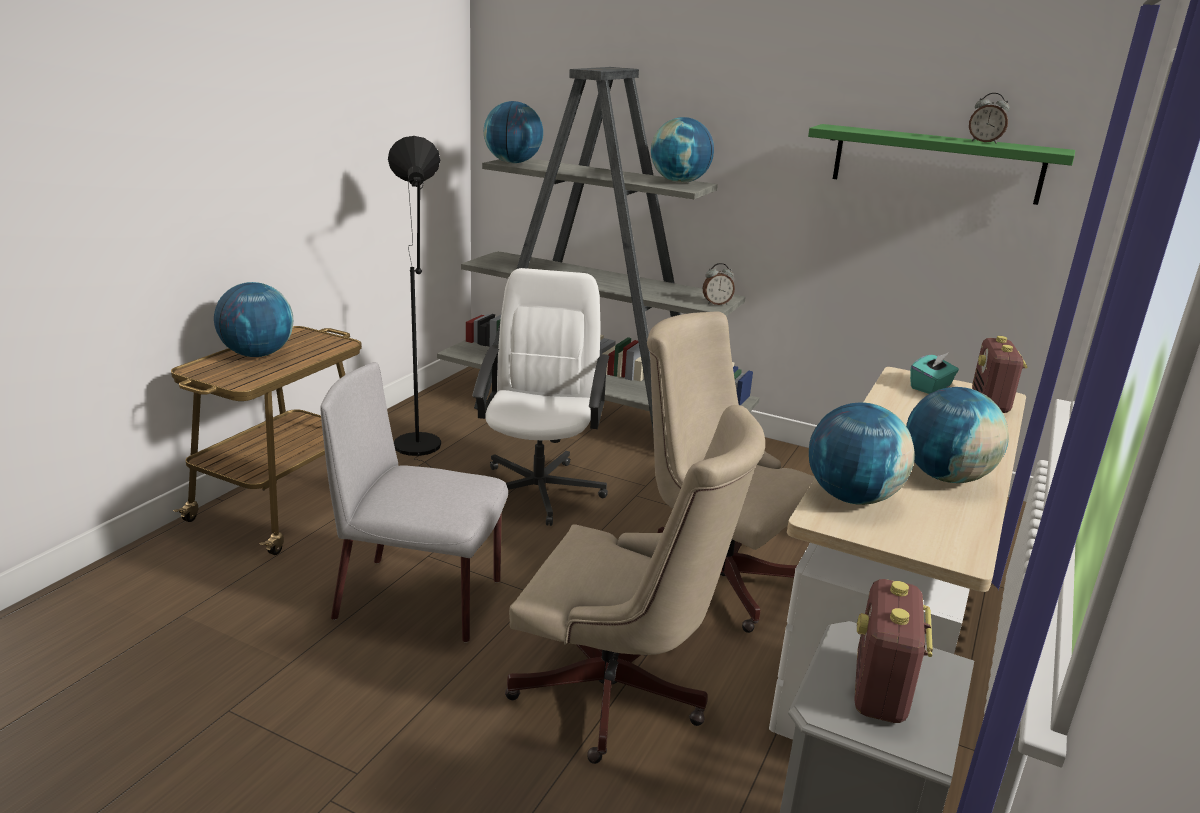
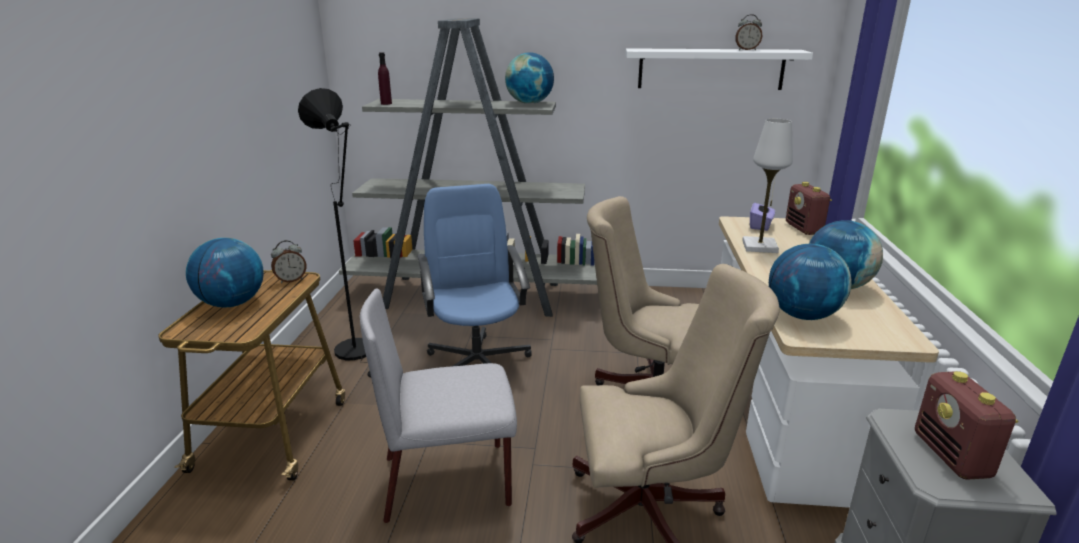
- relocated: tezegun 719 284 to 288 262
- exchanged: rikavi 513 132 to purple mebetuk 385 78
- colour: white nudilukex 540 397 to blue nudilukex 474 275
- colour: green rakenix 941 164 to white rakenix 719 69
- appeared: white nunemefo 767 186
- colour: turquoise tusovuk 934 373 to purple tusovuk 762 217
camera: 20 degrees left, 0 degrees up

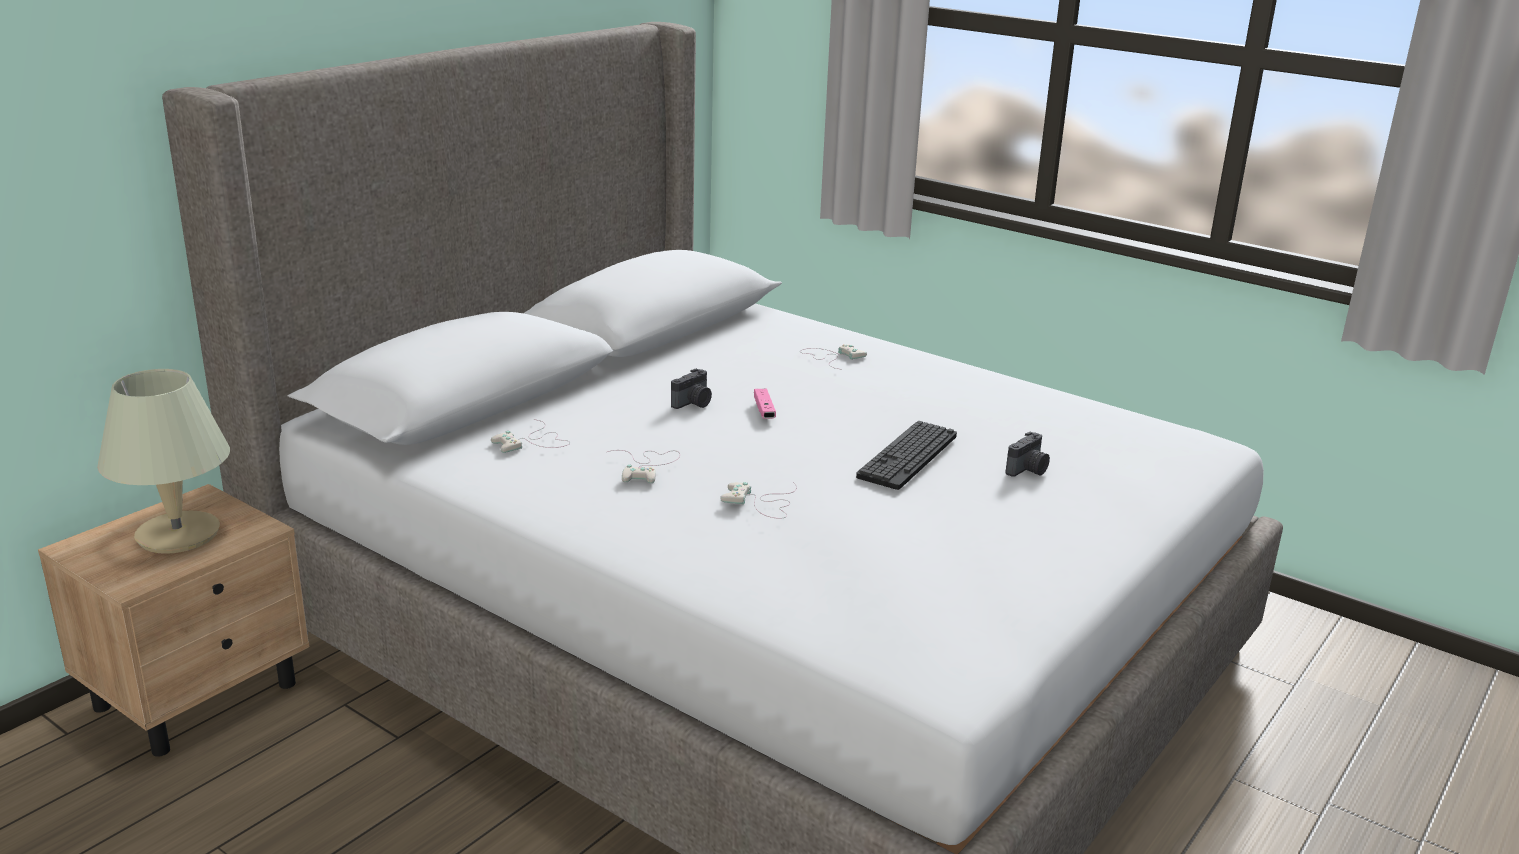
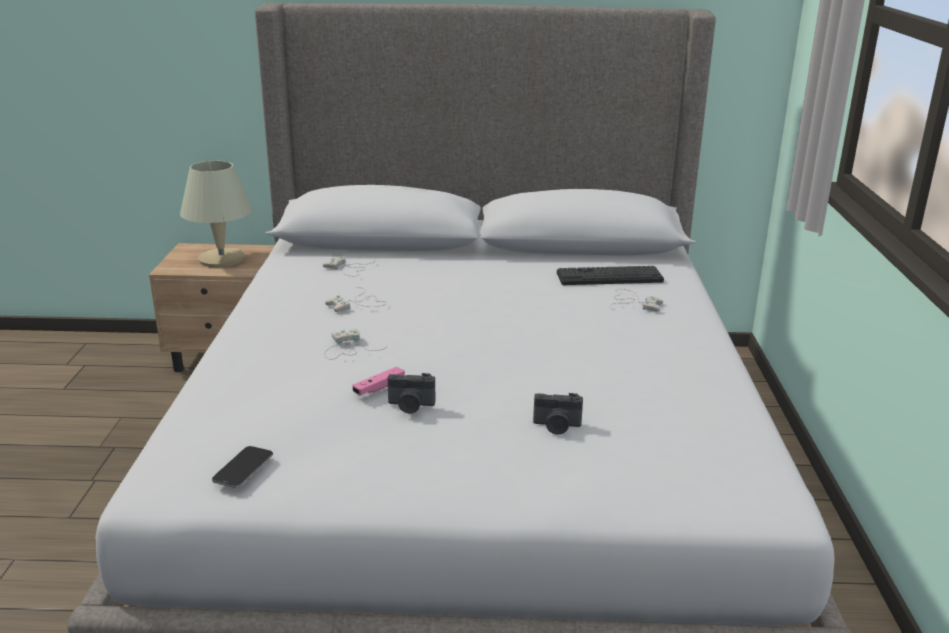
- appeared: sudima 242 467
- relocated: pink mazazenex 765 404 to 378 381
- relocated: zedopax 691 388 to 411 393
- relocated: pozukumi 906 455 to 610 275
camera: 55 degrees right, 0 degrees up

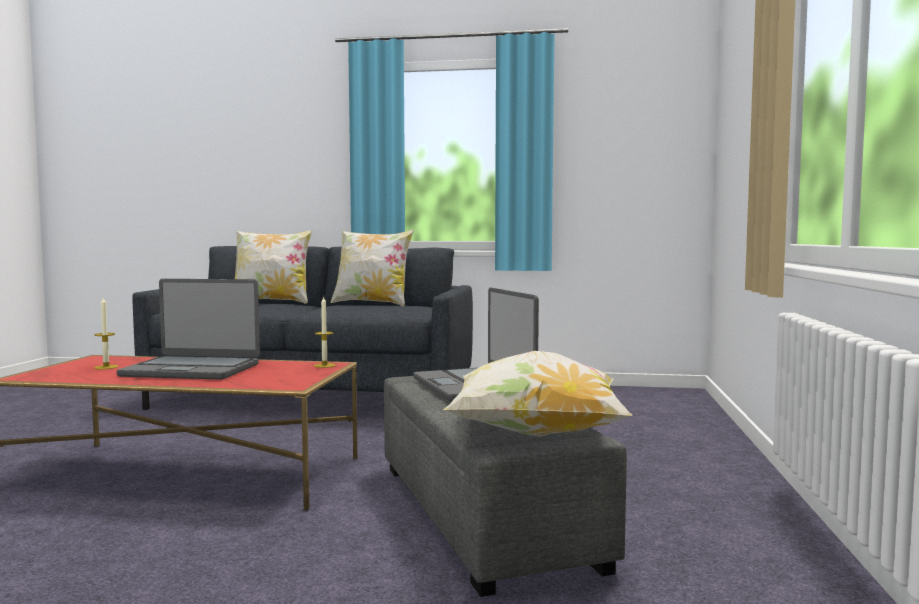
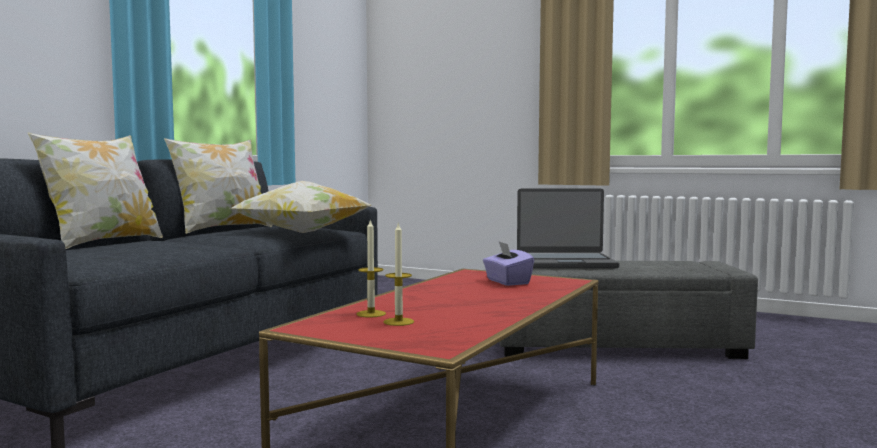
- relocated: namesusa 537 394 to 301 207
- relocated: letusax 325 332 to 371 268
- appeared: purple tusovuk 508 264
- missing: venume 188 329
camera: 70 degrees left, 0 degrees up

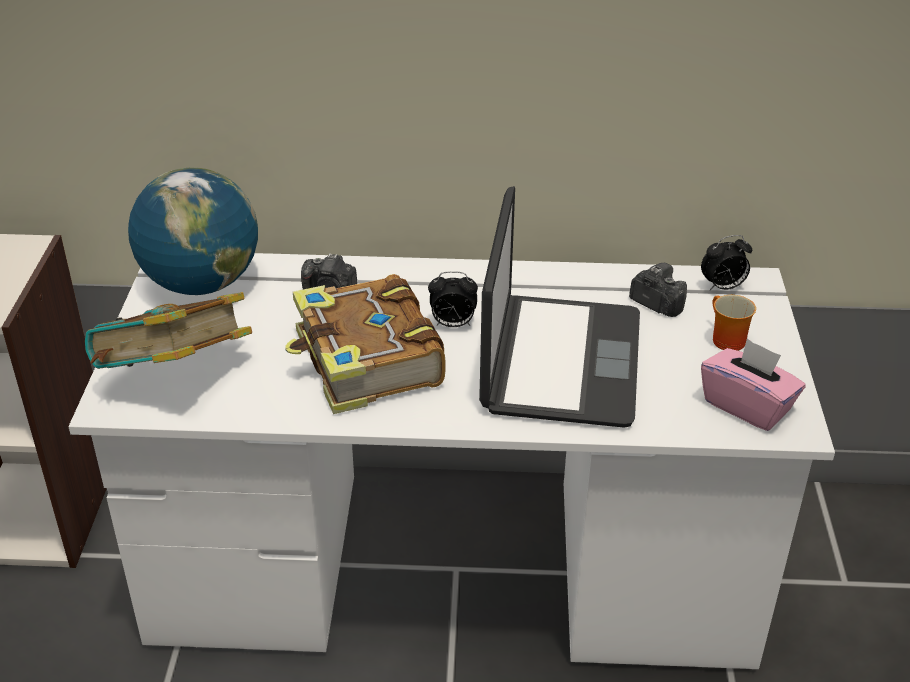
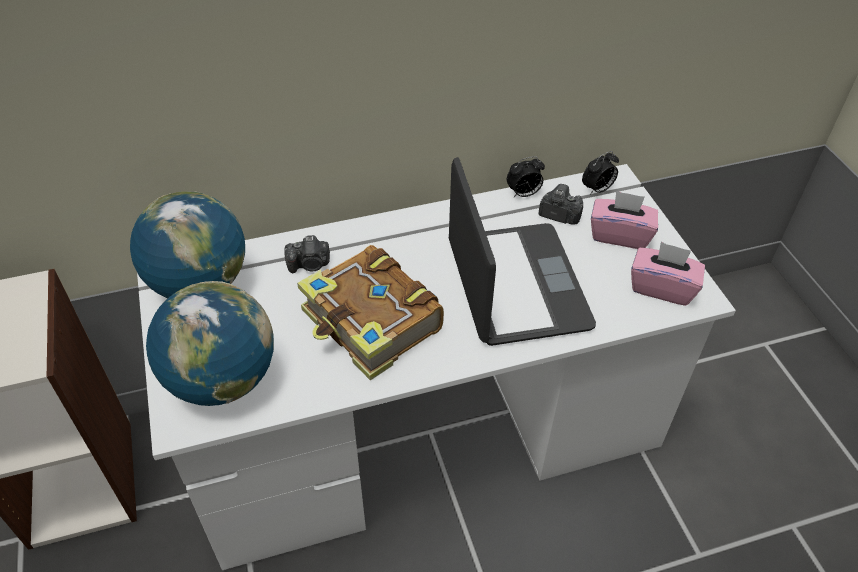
- exchanged: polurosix 168 330 to rikavi 210 343
- relocated: tezegun 453 299 to 526 177
- exchanged: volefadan 734 323 to pink tusovuk 624 219
camera: 20 degrees left, 10 degrees up

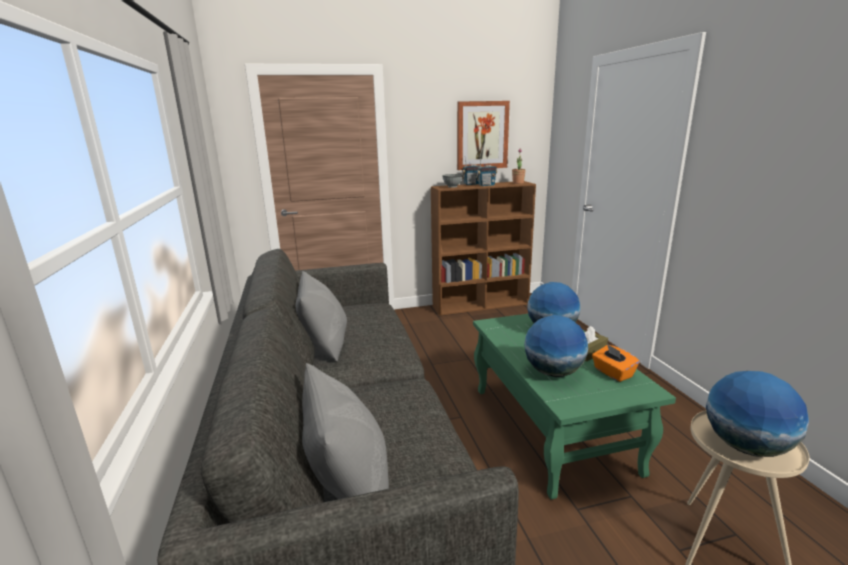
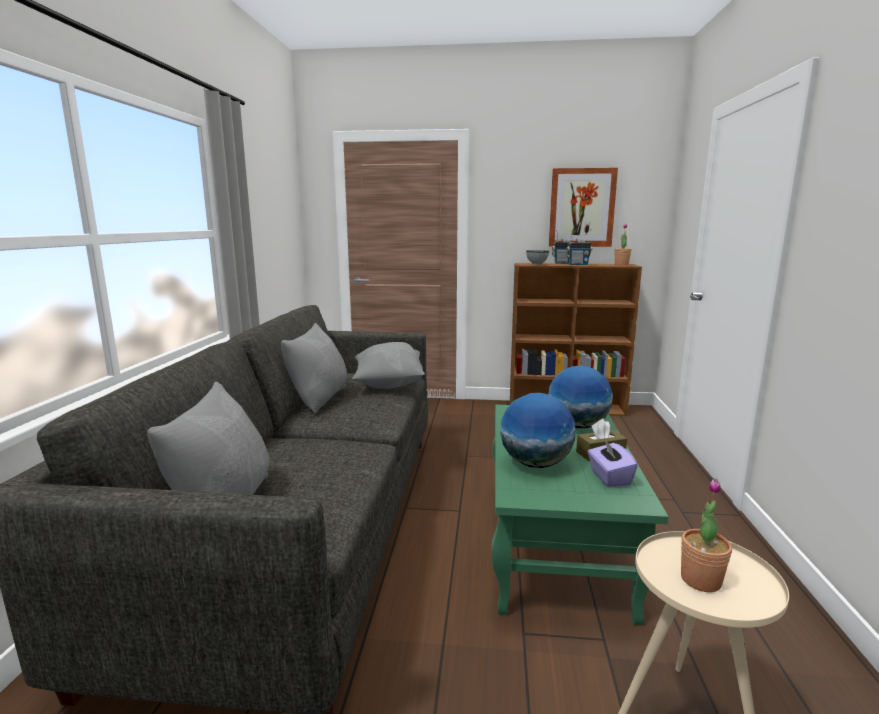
- appeared: grey namesusa 388 365
- colour: orange tusovuk 615 363 to purple tusovuk 613 463
- exchanged: rikavi 757 414 to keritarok 706 535
camera: 20 degrees right, 5 degrees down

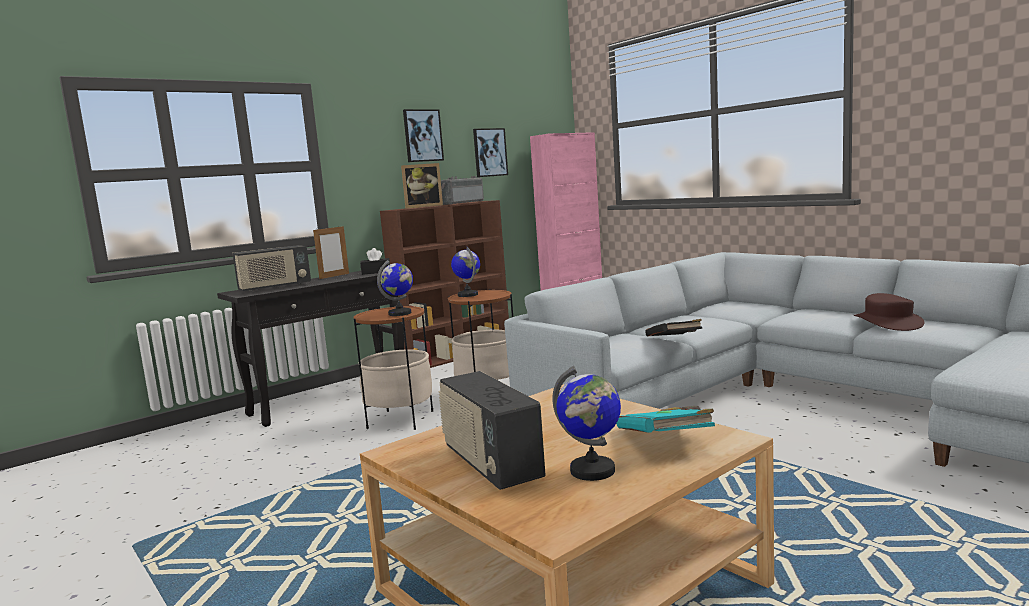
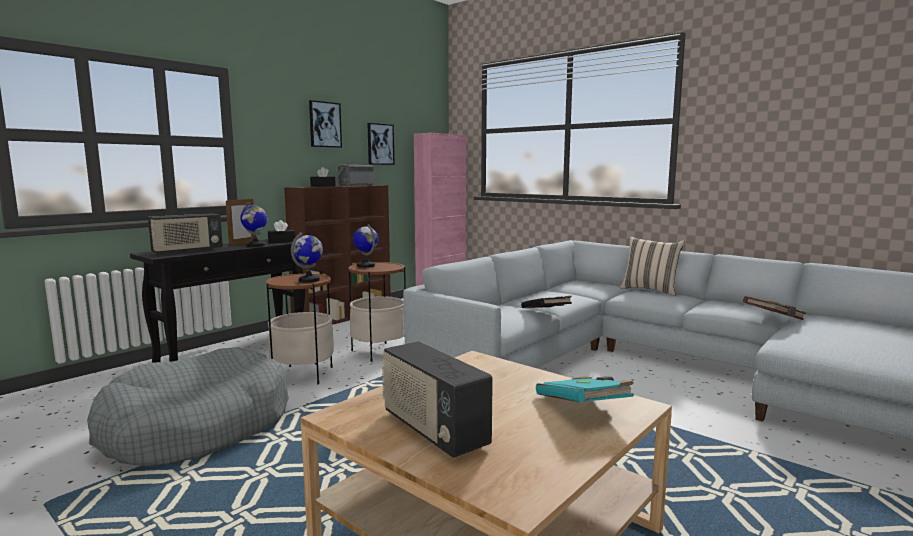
- appeared: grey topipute 188 407
- relocated: rikavi 586 423 to 254 224
- exchanged: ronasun 422 185 to black tusovuk 323 177
- appeared: beige namesusa 652 266
- appeared: brown polurosix 774 308
- missing: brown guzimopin 889 312
camera: 10 degrees left, 0 degrees up

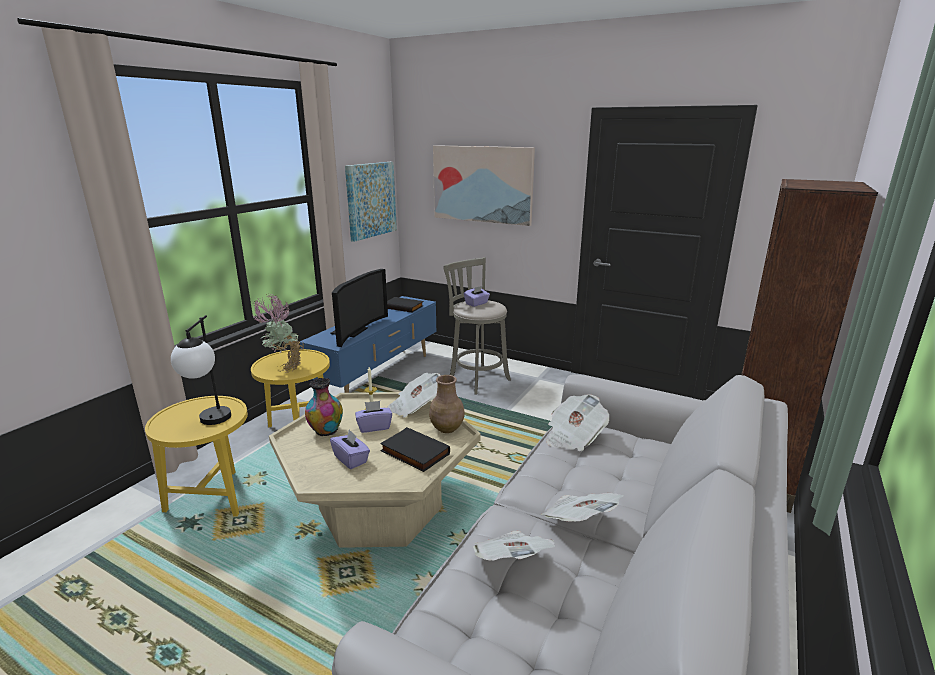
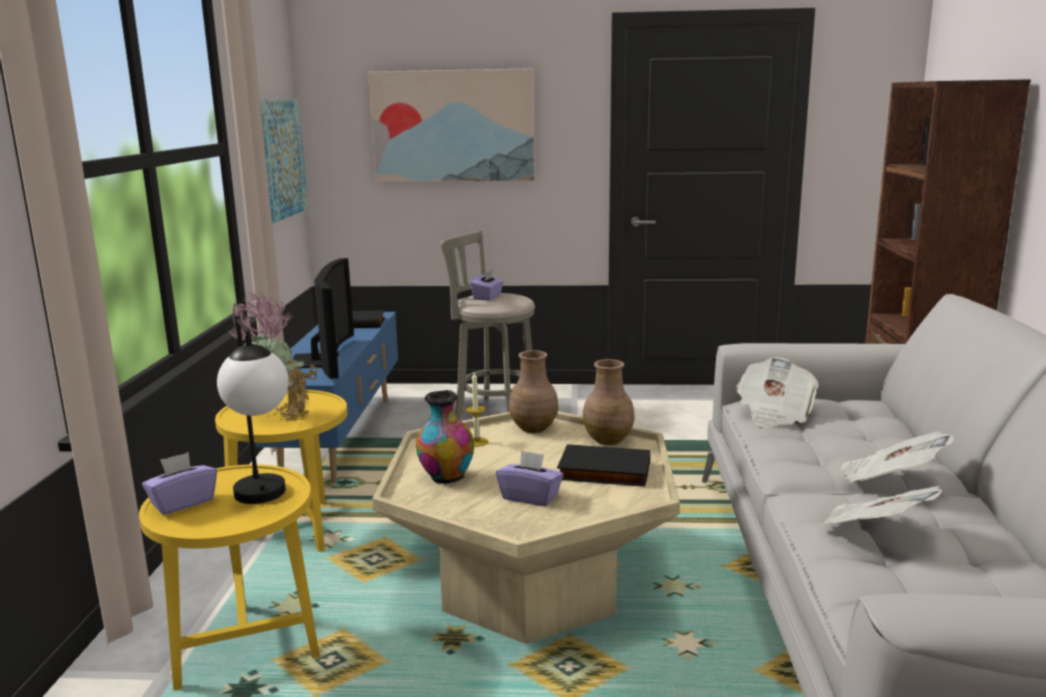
- relocated: purple tusovuk 373 417 to 179 483
- exchanged: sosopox 414 395 to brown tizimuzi 533 391
camera: 25 degrees left, 5 degrees down

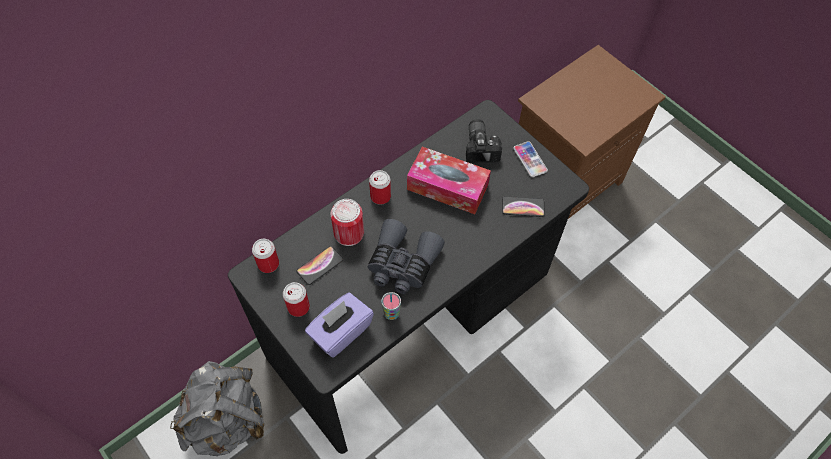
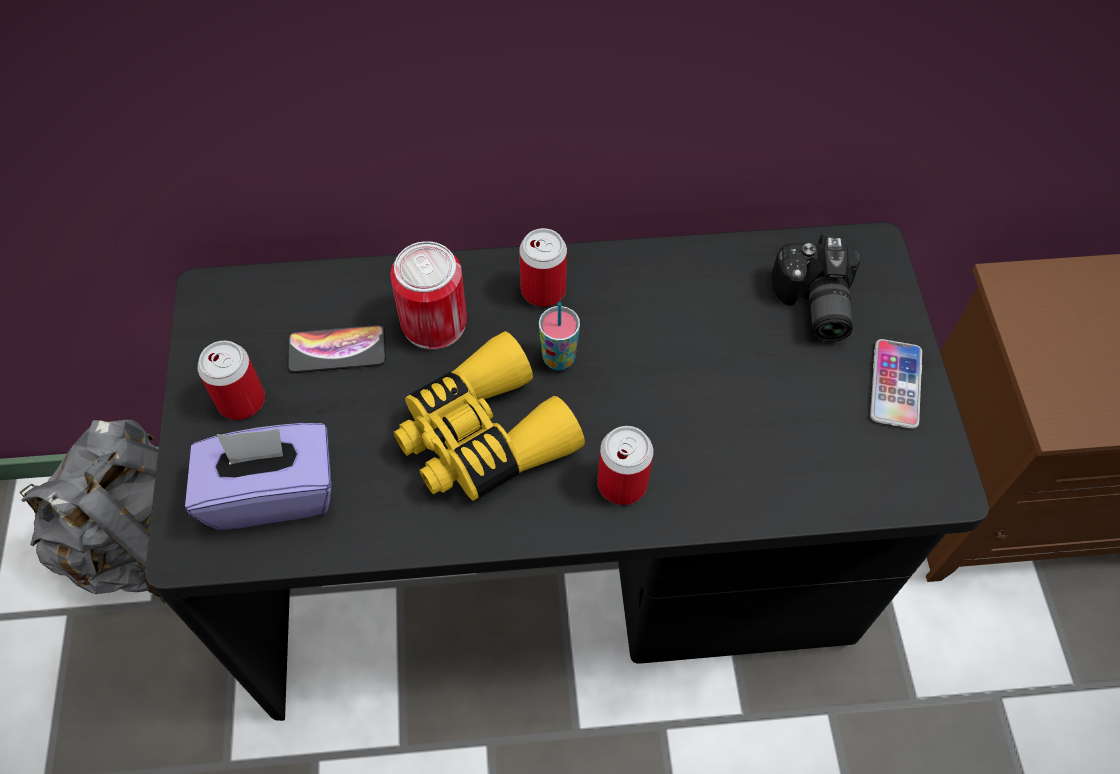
- colour: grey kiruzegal 406 256 to yellow kiruzegal 489 416
- relocated: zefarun 391 306 to 559 336
- relocated: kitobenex 265 256 to 625 465
- spun: zedopax 484 141 = 815 288 150 degrees clockwise
- missing: tusovuk 449 180
- missing: sudima 523 206
camera: 35 degrees right, 0 degrees up

